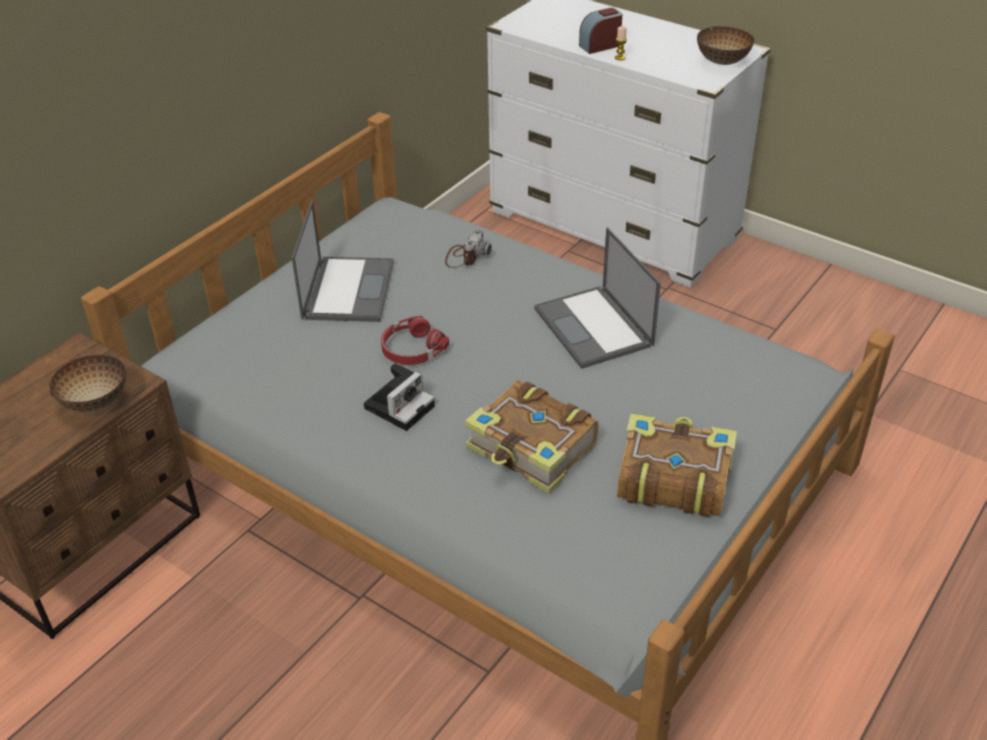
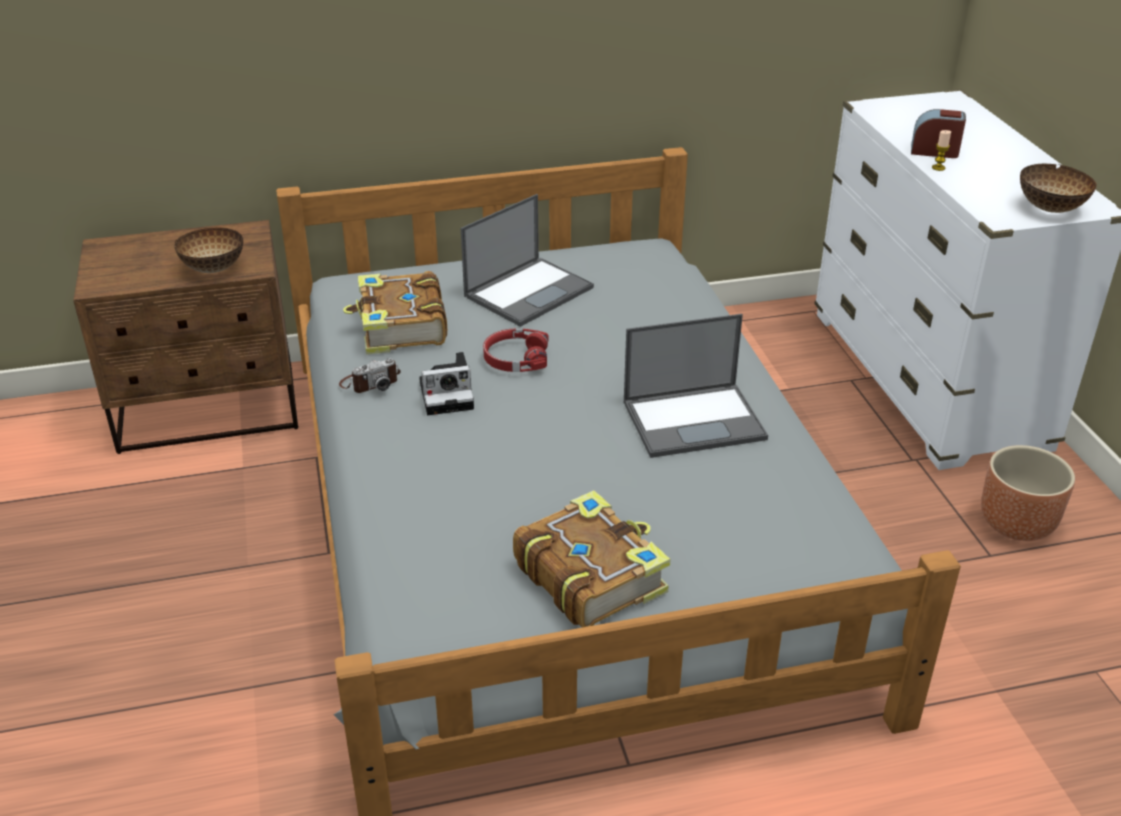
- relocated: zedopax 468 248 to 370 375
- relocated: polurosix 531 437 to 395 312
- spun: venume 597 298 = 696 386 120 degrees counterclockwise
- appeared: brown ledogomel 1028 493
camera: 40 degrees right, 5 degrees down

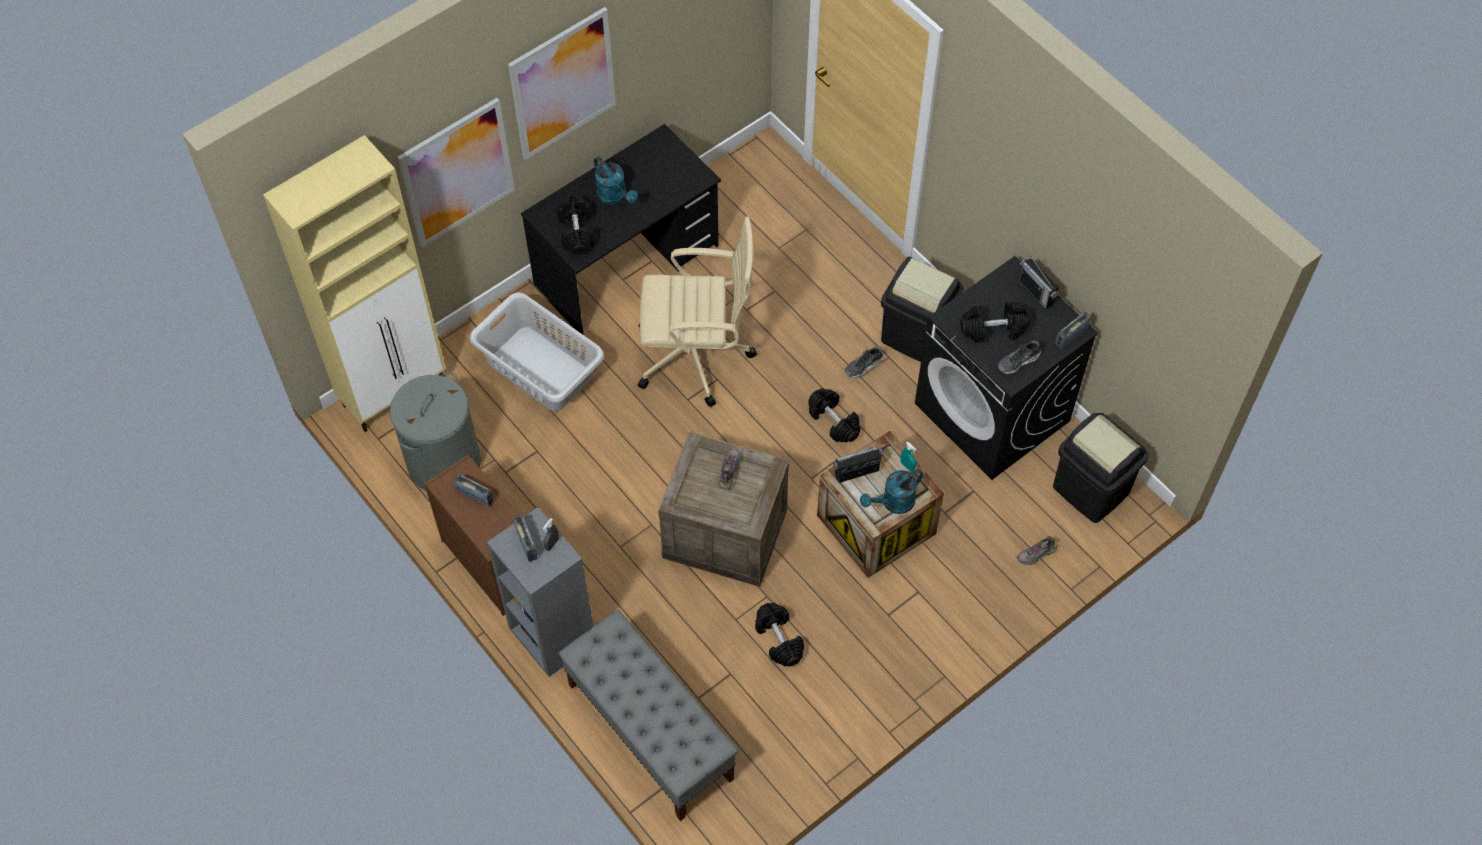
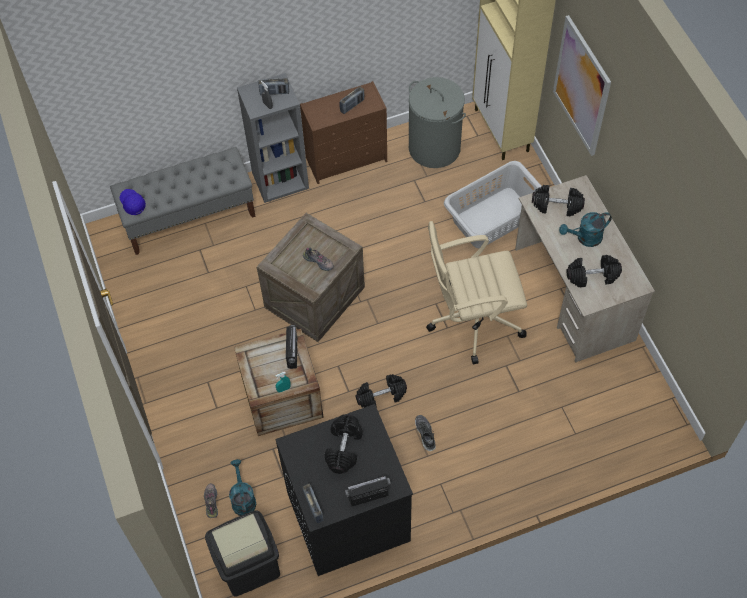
- appeared: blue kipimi 133 202
- relocated: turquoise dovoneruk 891 491 to 242 487
- spun: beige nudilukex 697 312 = 476 292 60 degrees clockwise
- colour: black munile 621 229 to beige munile 585 269
- relocated: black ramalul 779 634 to 594 271
- missing: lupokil 562 83
- missing: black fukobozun 922 309
- missing: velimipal 1019 357
camera: 110 degrees right, 0 degrees up

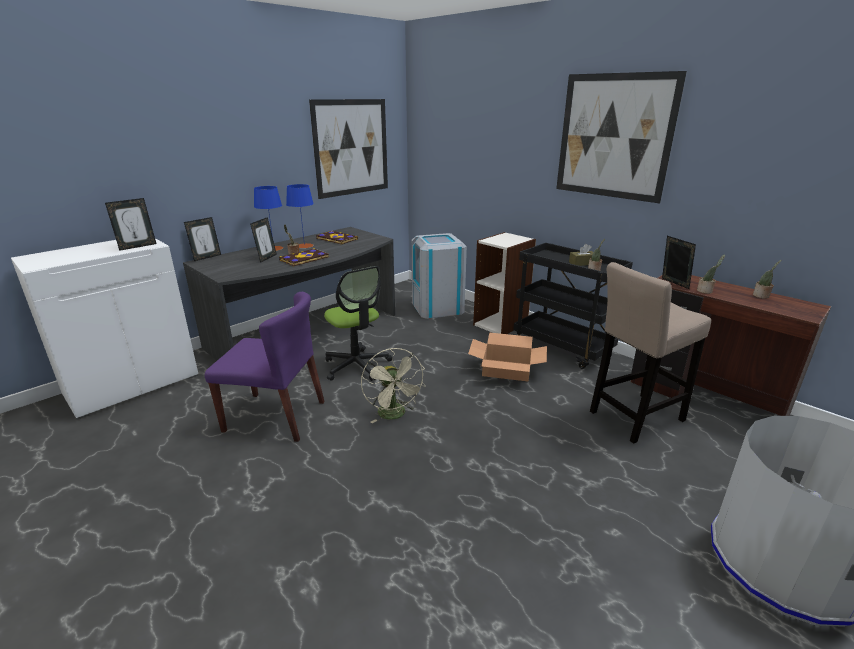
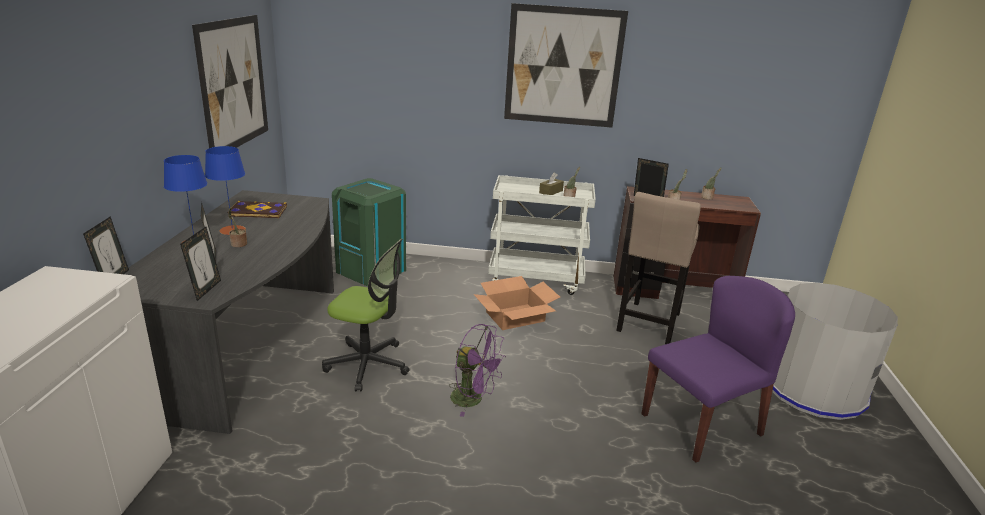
- relocated: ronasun 131 224 to 200 264
- colour: grey fukobozun 439 276 to green fukobozun 369 232
- colour: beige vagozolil 393 385 to purple vagozolil 477 370
- colour: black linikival 573 306 to white linikival 542 235
- relocated: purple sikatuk 265 367 to 718 369
- missing: polurosix 304 257
- missing: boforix 504 283
camera: 40 degrees left, 0 degrees up

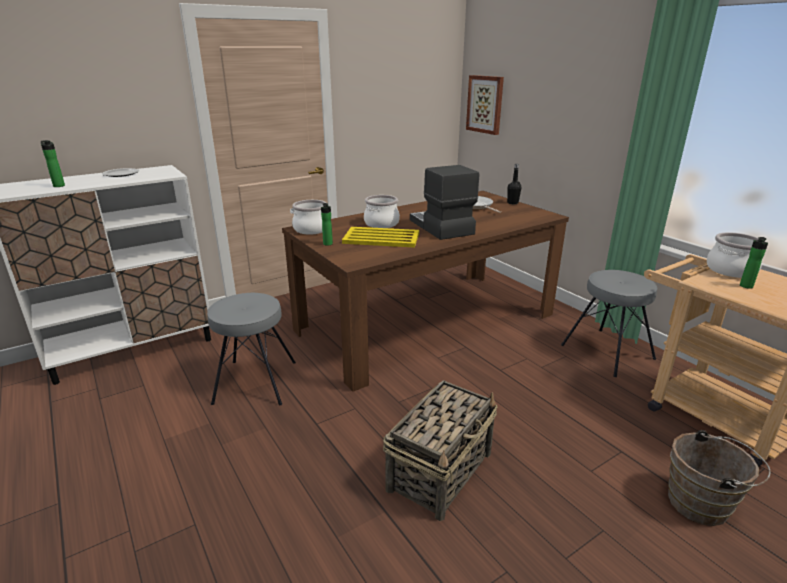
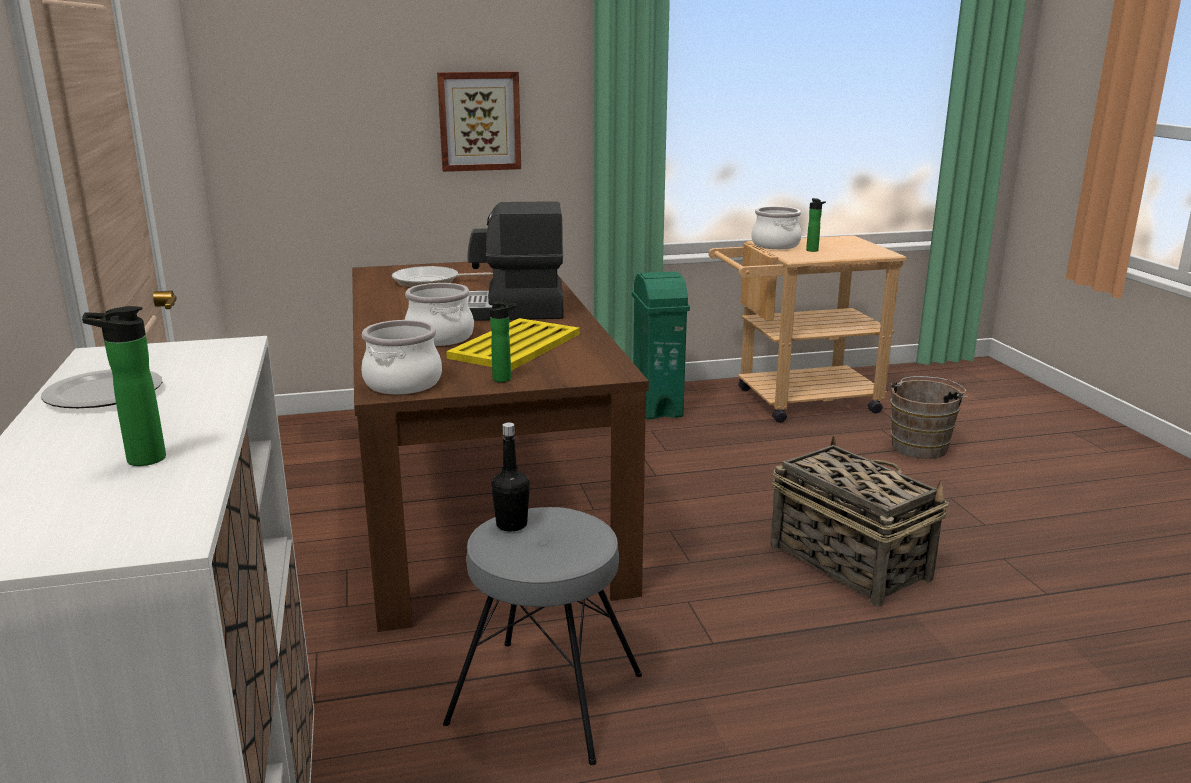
- relocated: lupokil 485 105 to 479 121
- relocated: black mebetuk 514 184 to 510 477
- exchanged: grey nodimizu 609 323 to green fukobozun 661 345
camera: 70 degrees left, 5 degrees down

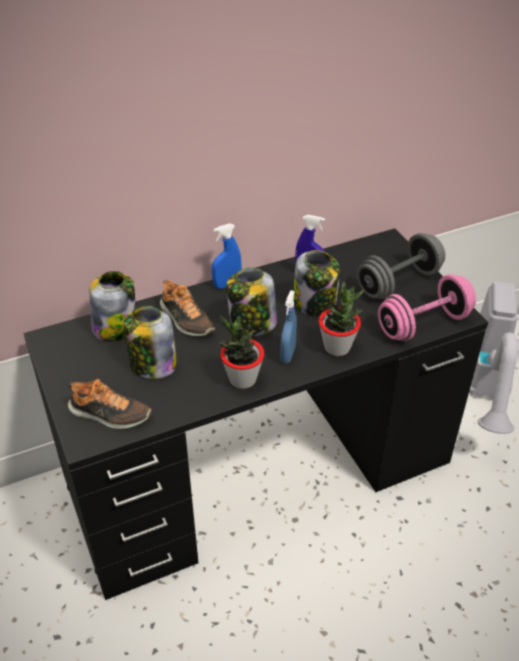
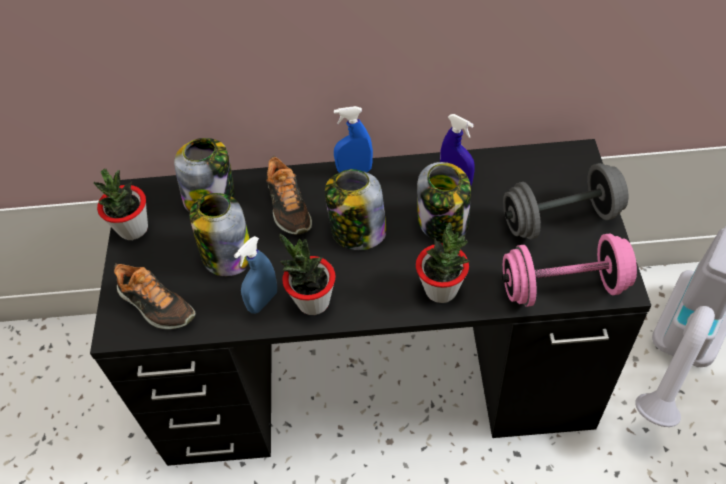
- appeared: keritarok 121 204
- relocated: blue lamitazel 288 327 to 255 275
camera: 25 degrees right, 10 degrees up

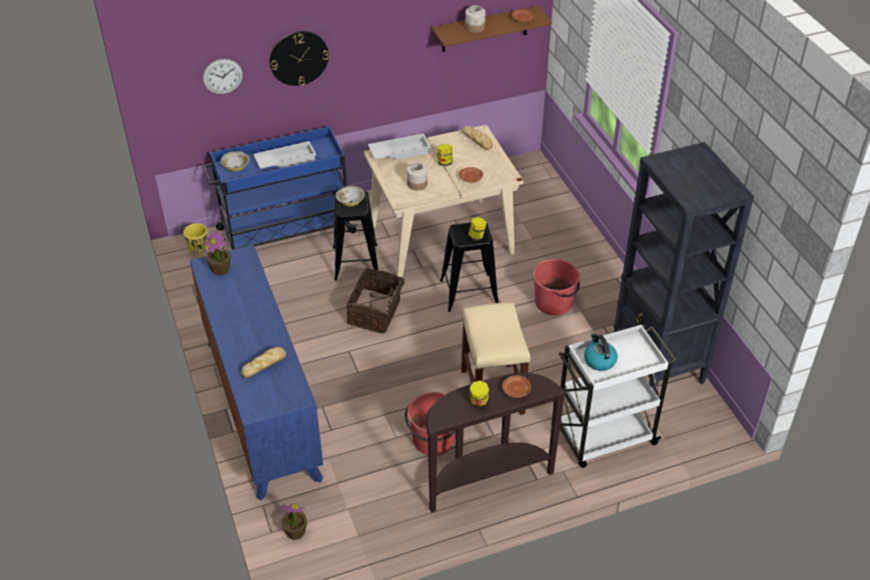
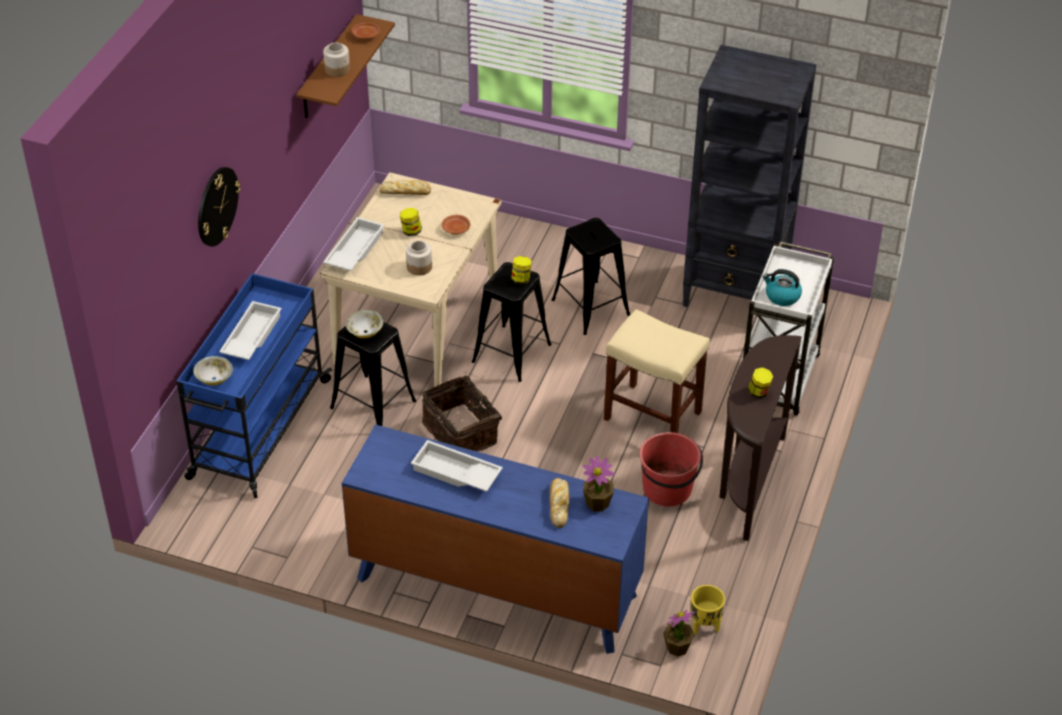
- appeared: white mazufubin 457 465
- exchanged: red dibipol 556 287 to black nodimizu 591 276
- relocated: keritarok 217 252 to 599 483
- relocated: yellow ledogomel 196 240 to 708 610
- missing: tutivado 223 76
- missing: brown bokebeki 516 386
camera: 50 degrees left, 0 degrees up

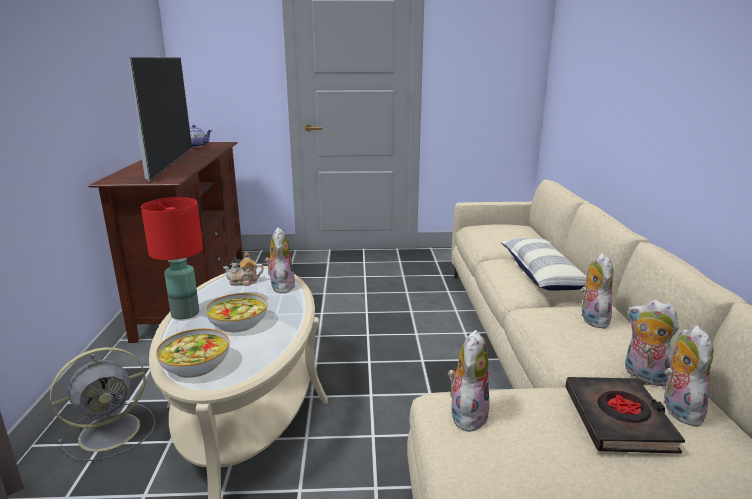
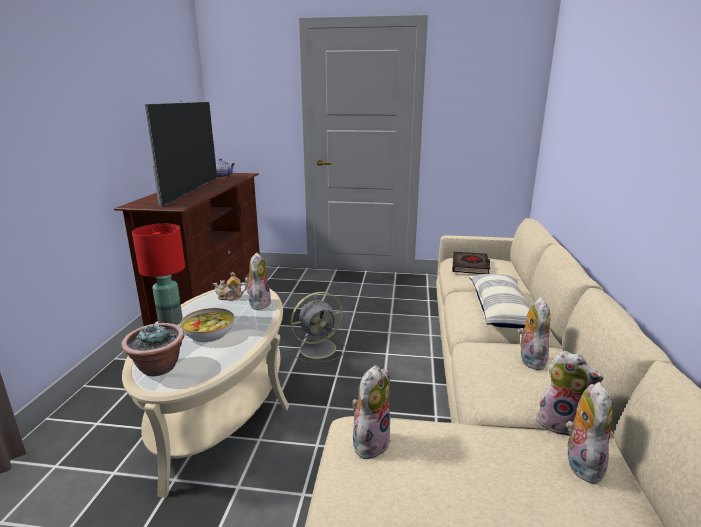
- exchanged: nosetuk 193 353 to keritarok 152 349
- relocated: grey vagozolil 102 404 to 317 327
- relocated: black polurosix 625 415 to 471 263
- spun: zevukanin 652 342 = 569 393 150 degrees clockwise
camera: 10 degrees right, 0 degrees up

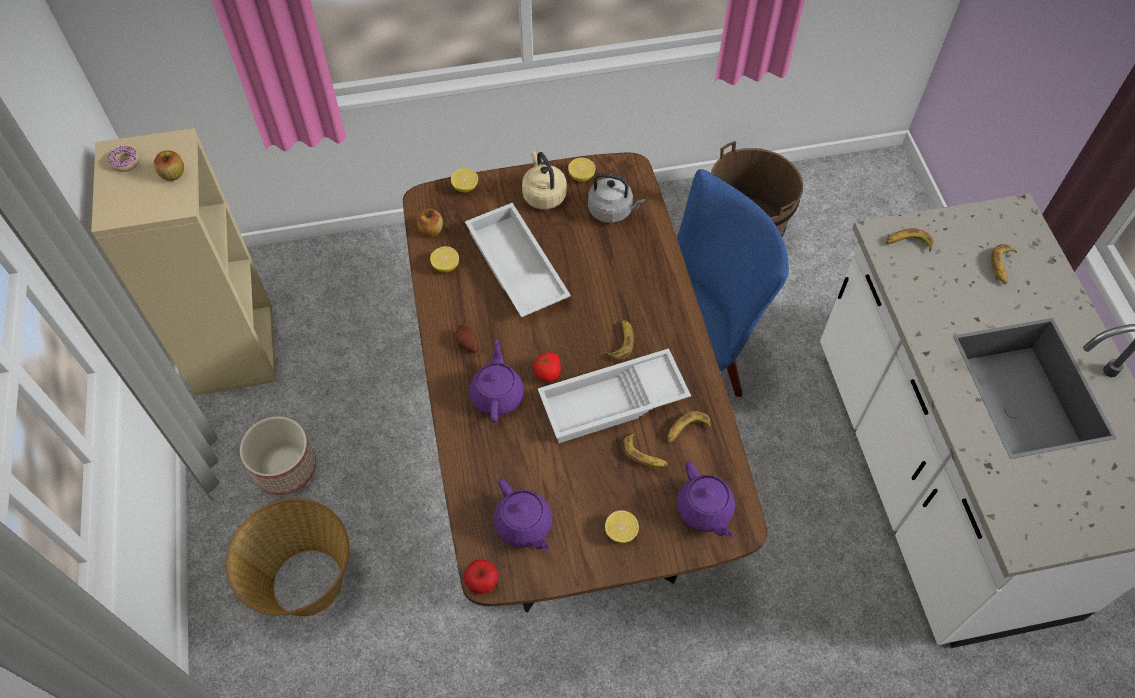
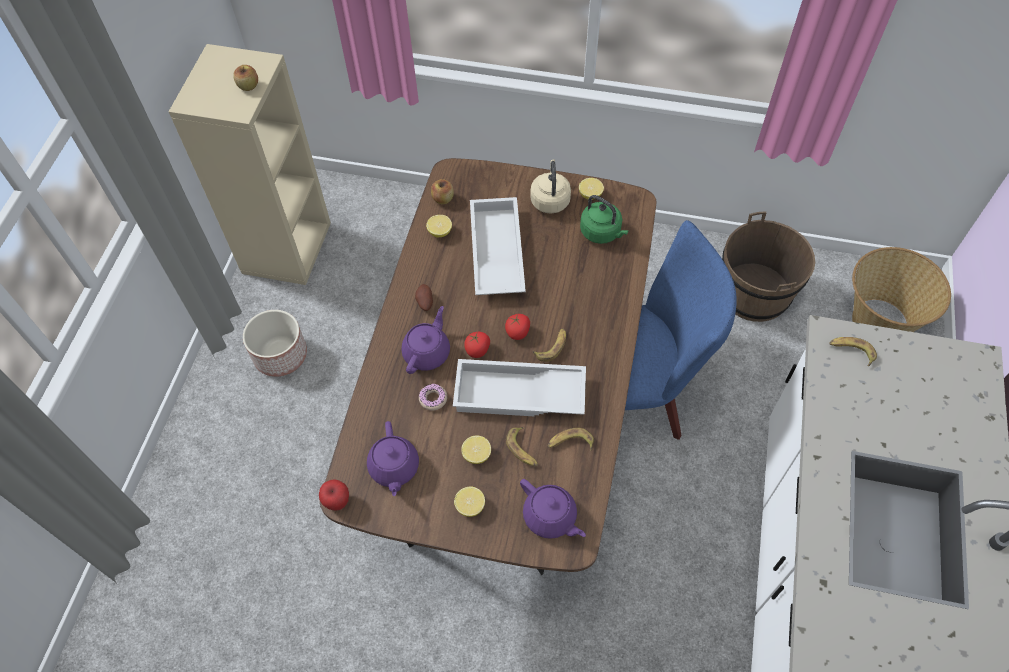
- relocated: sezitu 124 159 to 433 397
- relocated: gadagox 464 180 to 476 449
- appeared: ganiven 517 327
- spun: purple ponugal 706 500 = 553 509 45 degrees counterclockwise
- colour: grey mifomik 616 198 to green mifomik 604 219
- relocated: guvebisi 287 557 to 901 289
- missing: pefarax 1004 264
camera: 25 degrees right, 0 degrees up

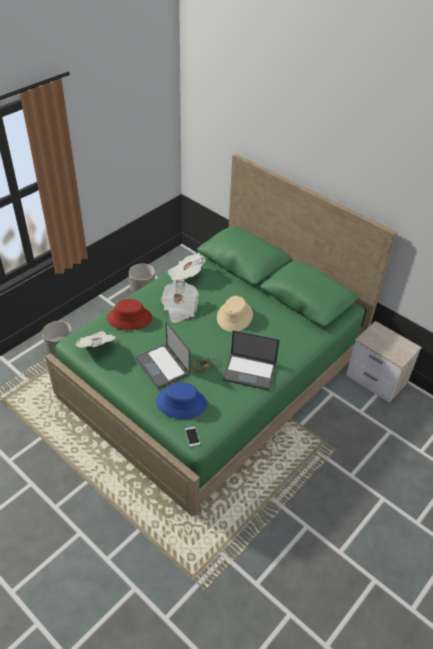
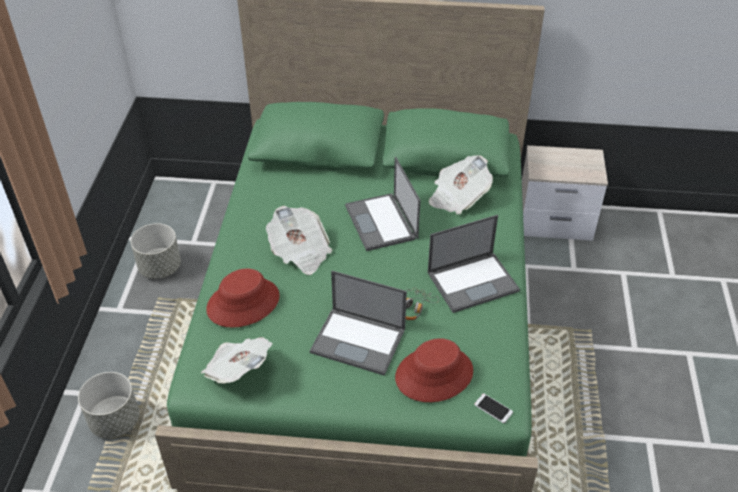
- exchanged: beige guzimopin 235 314 to venume 383 204
- colour: blue guzimopin 181 400 to red guzimopin 434 370
- relocated: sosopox 186 267 to 461 185
camera: 35 degrees left, 0 degrees up

